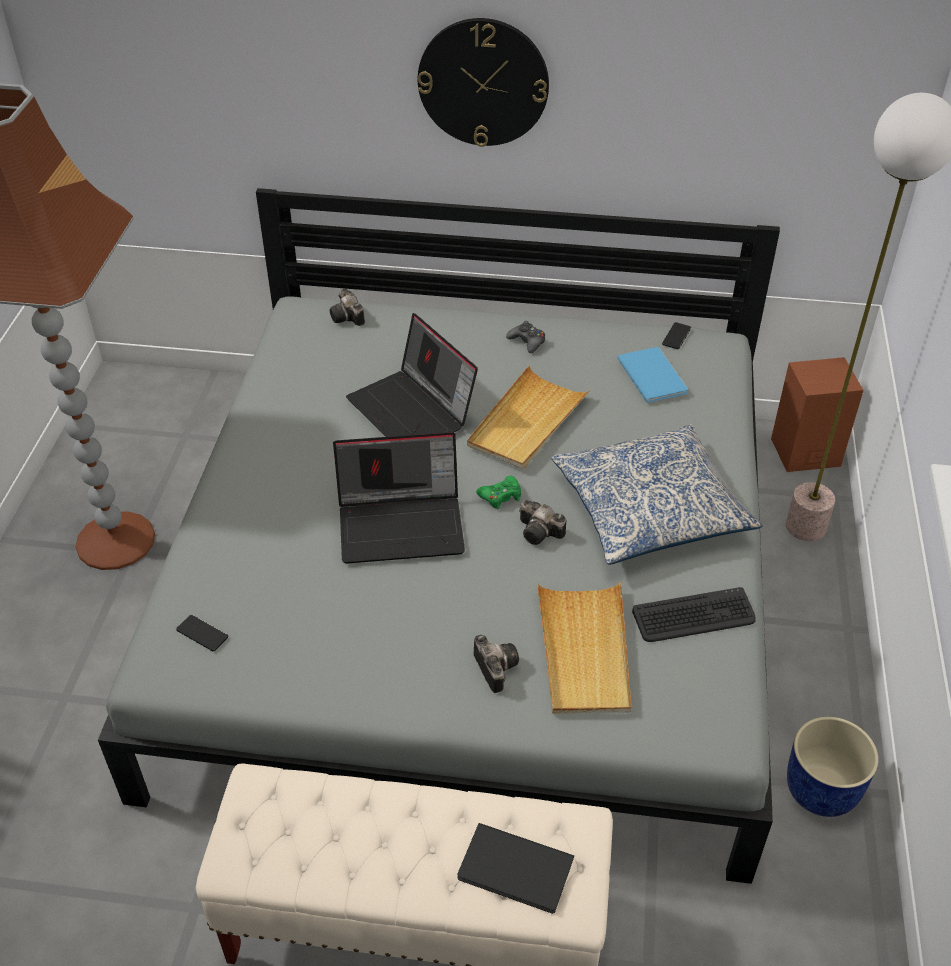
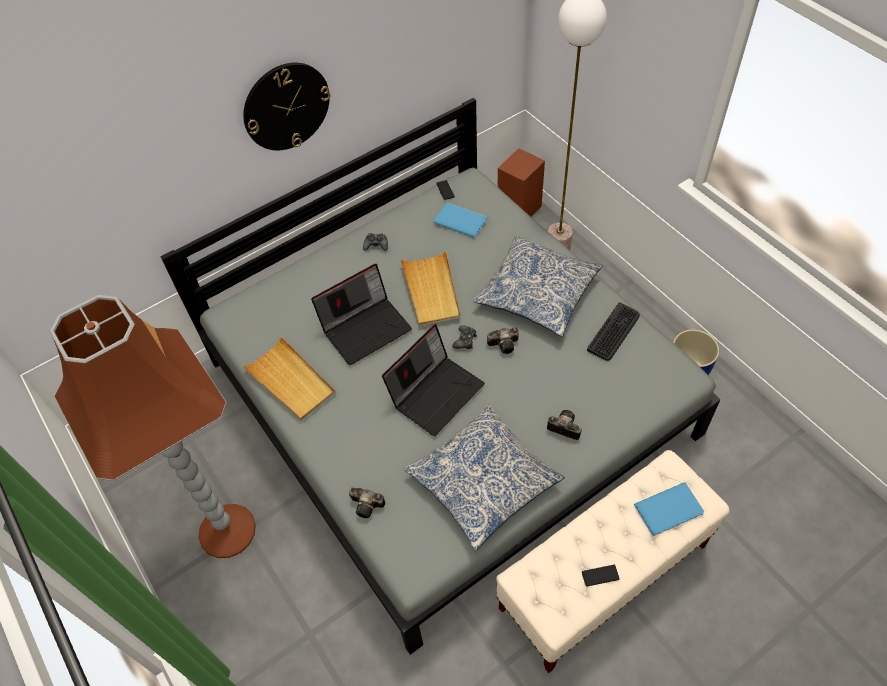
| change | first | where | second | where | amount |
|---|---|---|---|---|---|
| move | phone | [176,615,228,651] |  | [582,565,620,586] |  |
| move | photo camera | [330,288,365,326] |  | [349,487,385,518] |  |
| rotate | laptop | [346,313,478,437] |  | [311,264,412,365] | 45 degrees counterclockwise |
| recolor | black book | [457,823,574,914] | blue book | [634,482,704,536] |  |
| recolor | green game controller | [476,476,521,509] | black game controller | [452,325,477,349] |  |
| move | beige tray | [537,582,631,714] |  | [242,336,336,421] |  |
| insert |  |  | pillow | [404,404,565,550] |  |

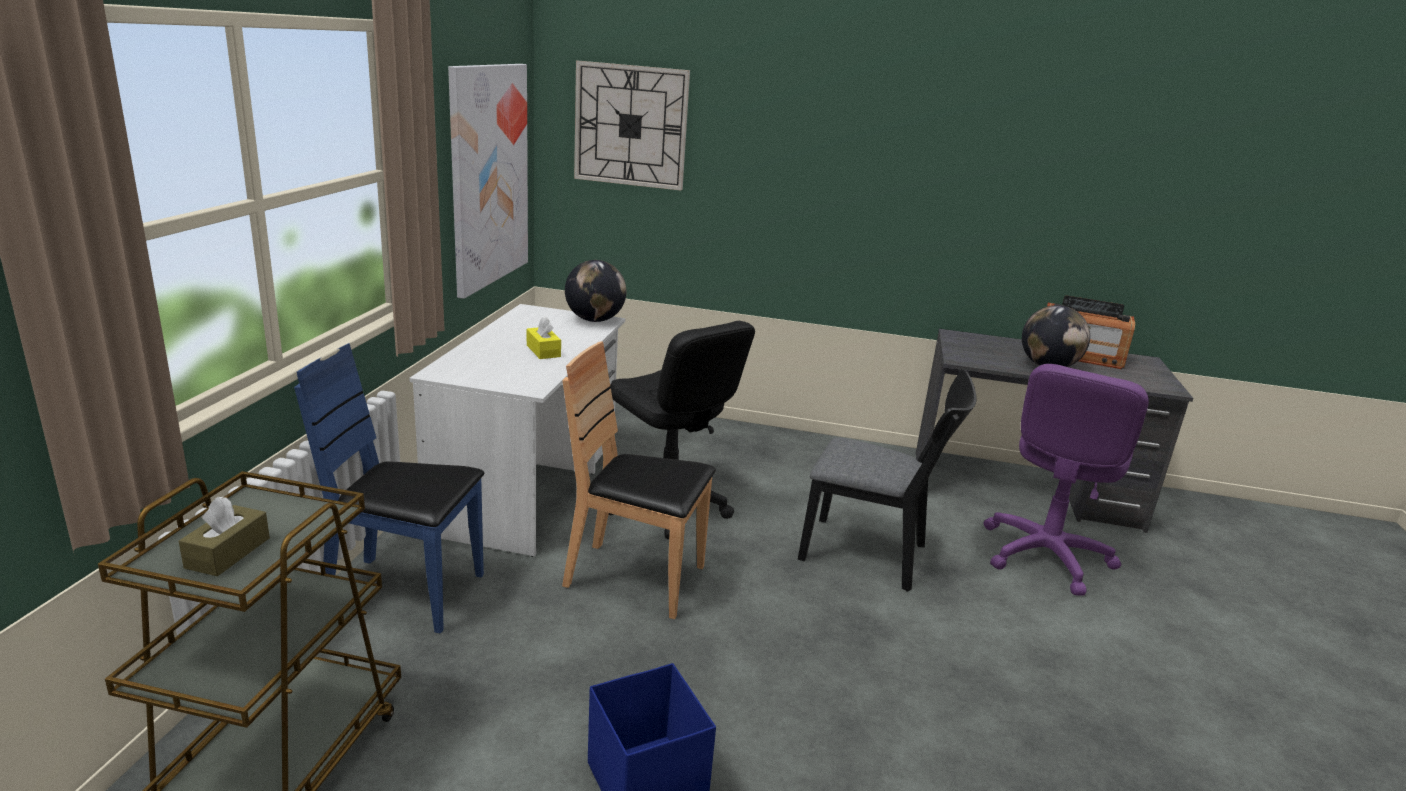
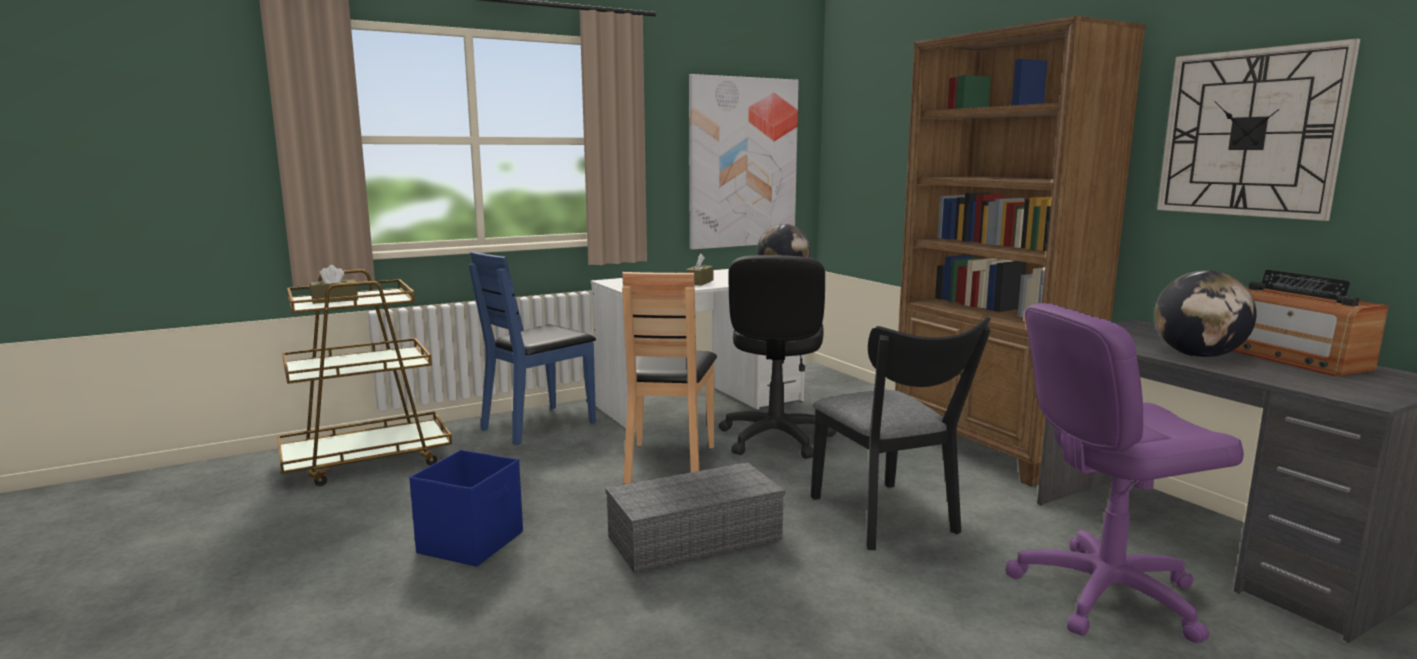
| change | first | where | second | where | amount |
|---|---|---|---|---|---|
| rotate | blue chair | [294,343,484,634] |  | [468,252,596,445] | 105 degrees counterclockwise |
| recolor | yellow tissue box | [527,317,561,359] | brown tissue box | [685,254,714,286] |  |
| rotate | brown chair | [562,341,716,619] |  | [622,272,717,484] | 150 degrees counterclockwise |
| move | wall clock | [574,61,690,191] |  | [1157,38,1360,221] |  |
| insert |  |  | grey storage box | [605,462,785,574] |  |
| insert |  |  | brown bookcase | [895,16,1146,487] |  |

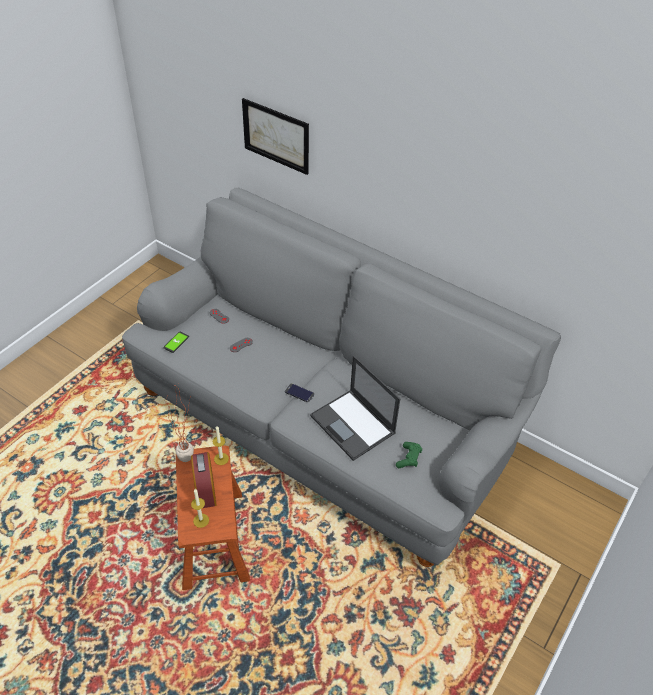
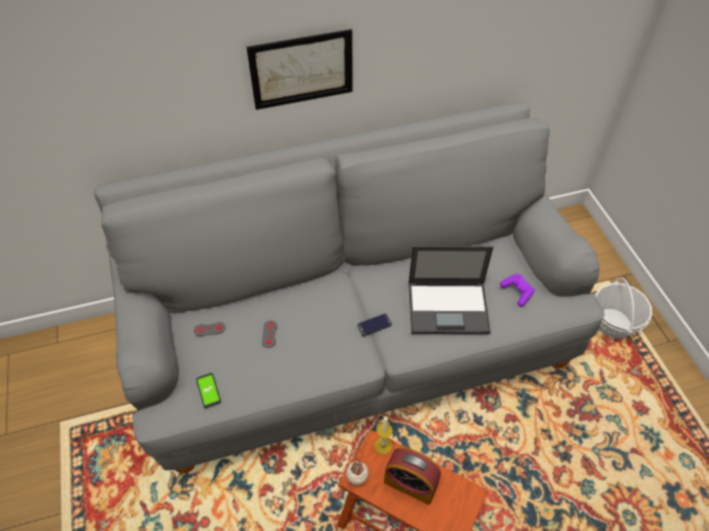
| change | first | where | second | where | amount |
|---|---|---|---|---|---|
| delete | candle | [191,489,209,528] |  |  |  |
| move | picture | [242,98,309,175] |  | [246,29,352,110] |  |
| recolor | green game controller | [396,442,422,468] | purple game controller | [500,274,535,307] |  |
| insert |  |  | basket | [595,278,652,339] |  |

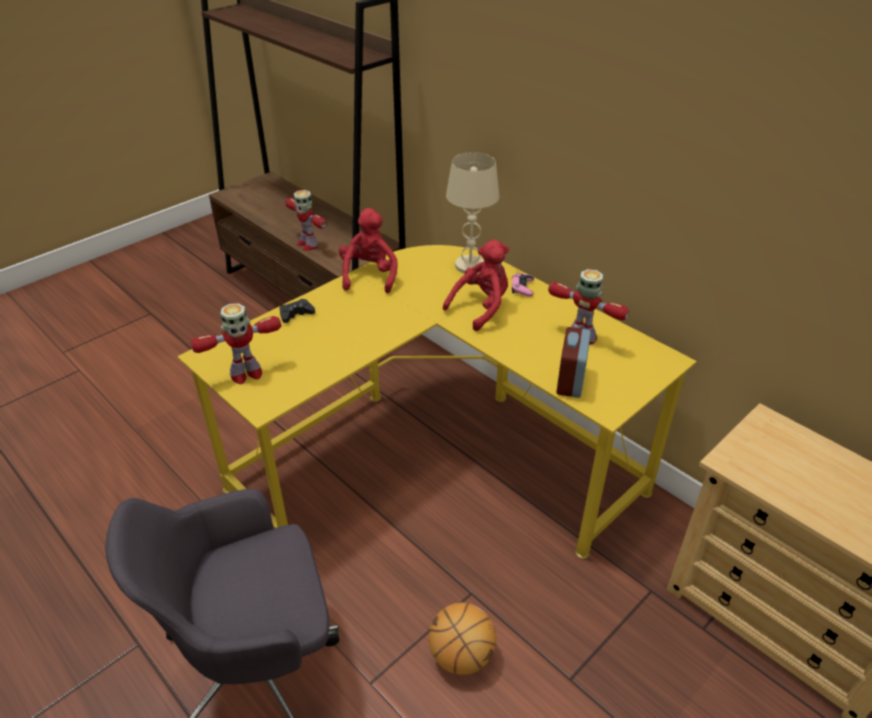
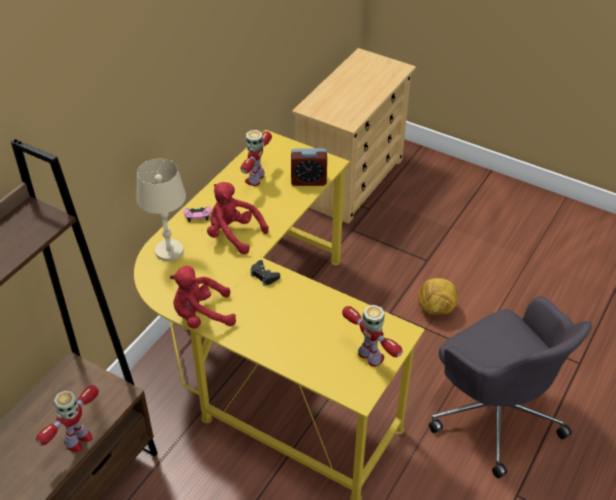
| change | first | where | second | where | amount |
|---|---|---|---|---|---|
| move | black game controller | [279,299,315,323] |  | [250,260,280,286] |  |
| replace | basketball | [429,603,496,675] | football | [418,277,458,315] |  |

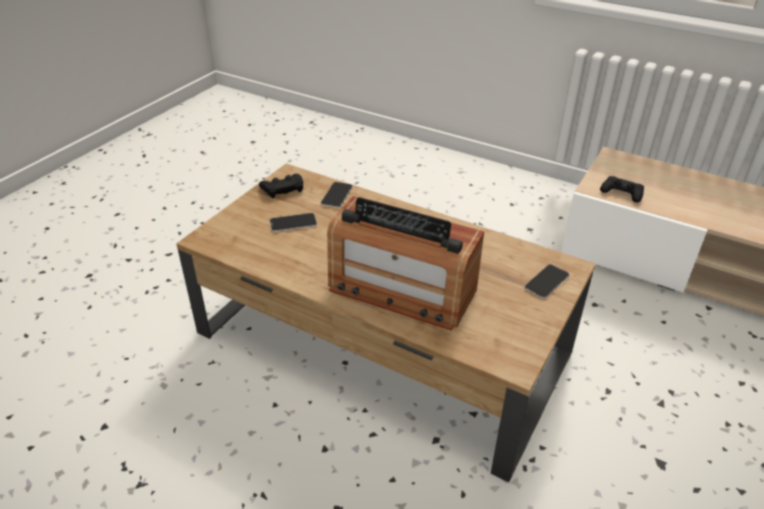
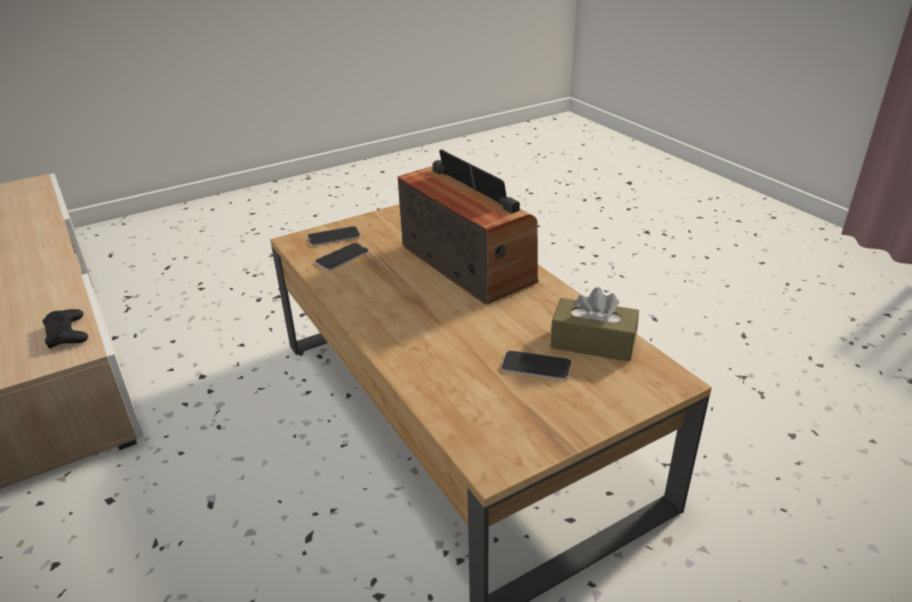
| change | first | where | second | where | amount |
|---|---|---|---|---|---|
| delete | black game controller | [259,174,303,198] |  |  |  |
| move | phone | [321,182,353,208] |  | [315,243,369,271] |  |
| insert |  |  | brown tissue box | [550,287,639,362] |  |

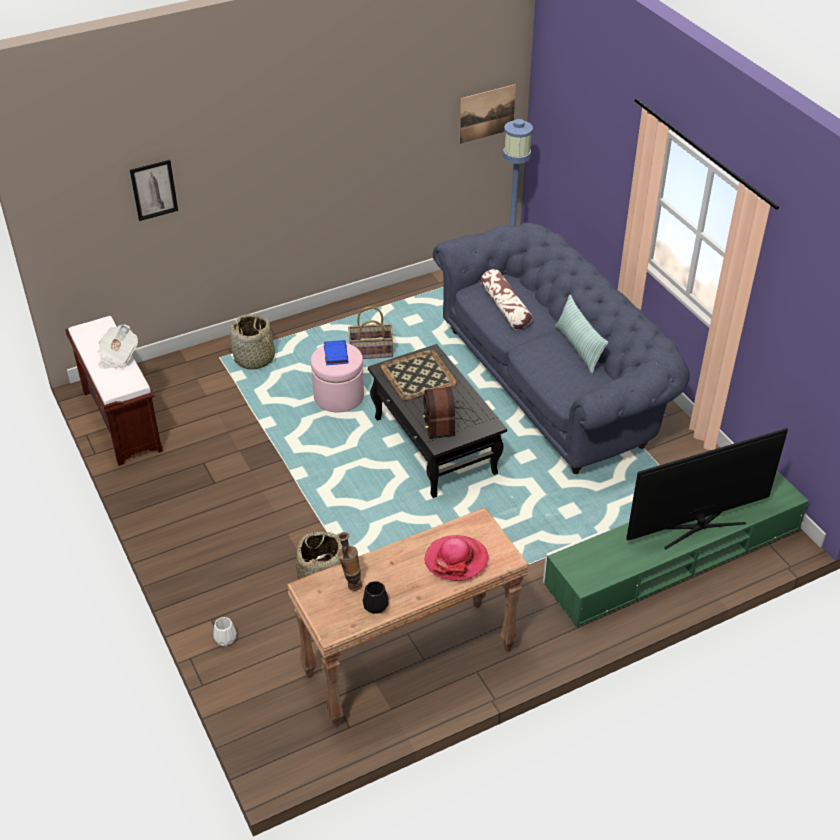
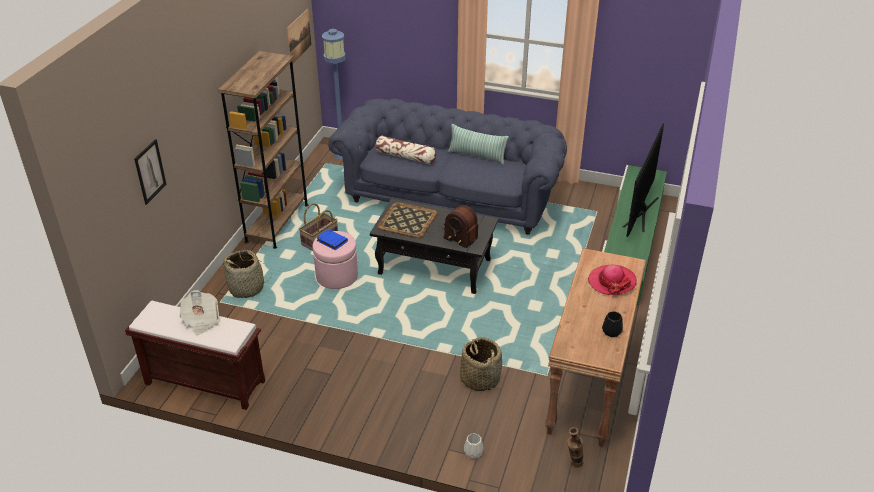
| change | first | where | second | where | amount |
|---|---|---|---|---|---|
| move | vase | [337,532,362,591] |  | [567,427,583,468] |  |
| insert |  |  | brown bookcase | [218,51,308,249] |  |

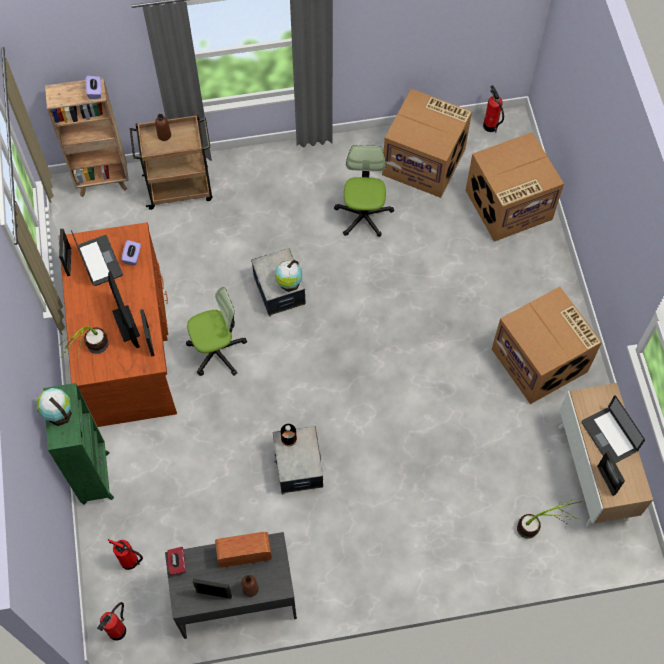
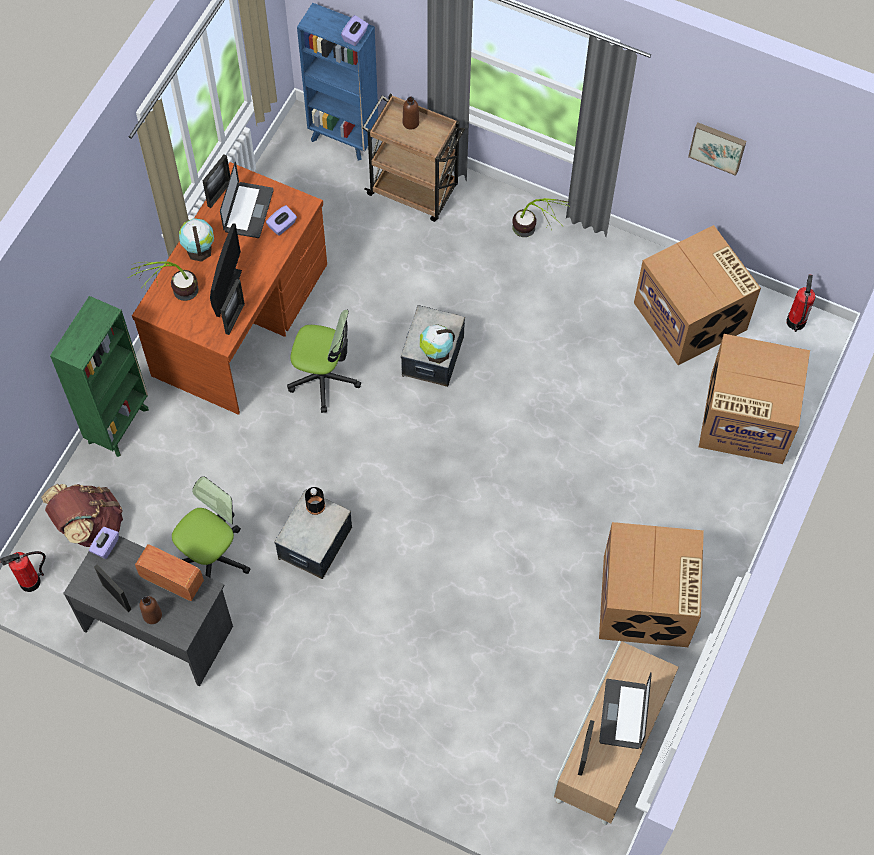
| change | first | where | second | where | amount |
|---|---|---|---|---|---|
| move | globe | [37,388,72,426] |  | [179,218,214,262] |  |
| recolor | brown bookcase | [45,77,129,197] | blue bookcase | [297,3,378,160] |  |
| replace | fire extinguisher | [108,539,143,570] | brown backpack | [41,484,123,547] |  |
| recolor | red tissue box | [167,547,186,575] | purple tissue box | [89,527,119,559] |  |
| move | office chair | [334,145,394,237] |  | [172,476,250,577] |  |
| move | potted plant | [517,499,582,539] |  | [513,198,571,237] |  |
| insert |  |  | picture | [688,122,746,176] |  |

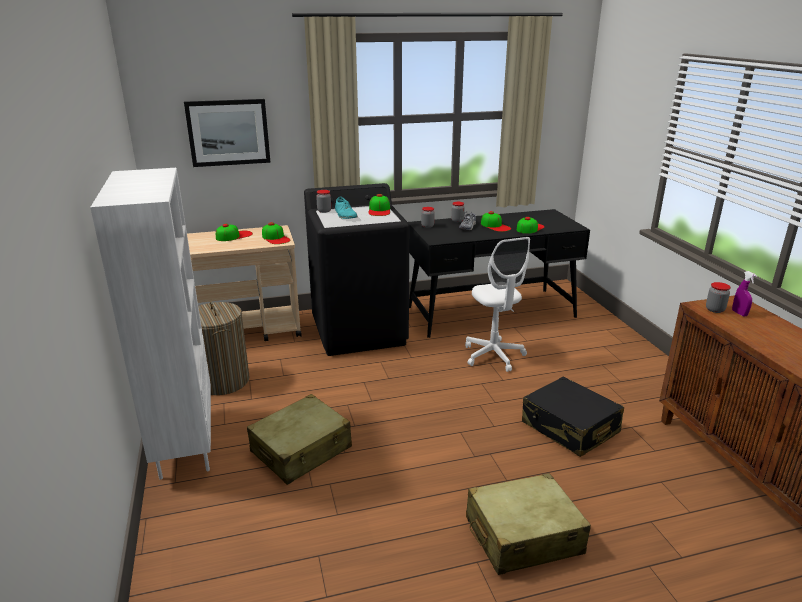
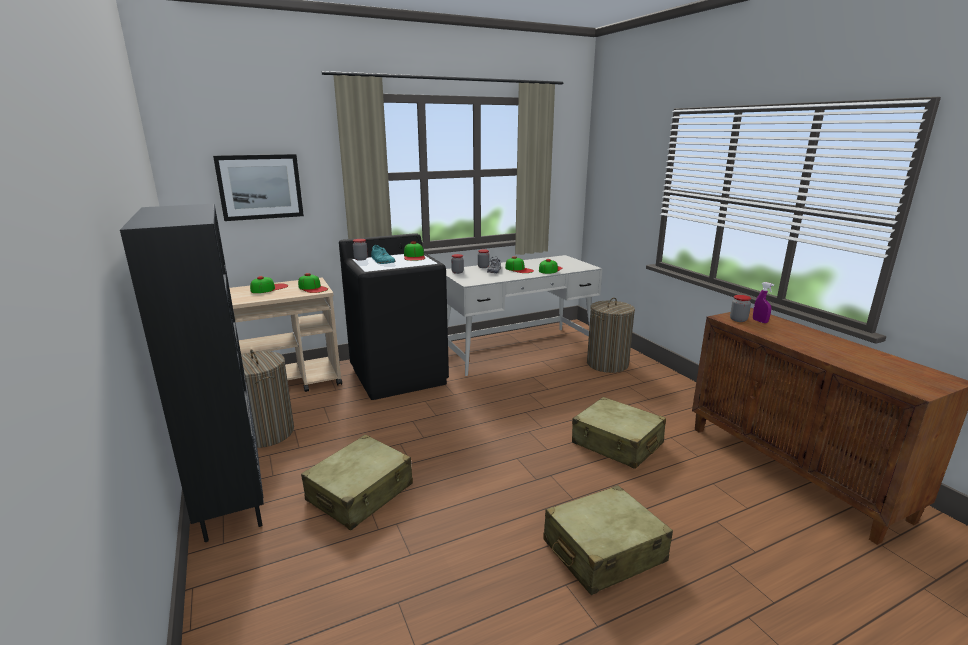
| change | first | where | second | where | amount |
|---|---|---|---|---|---|
| recolor | white bookcase | [90,168,211,480] | black bookcase | [120,204,264,542] |  |
| recolor | black desk | [408,209,590,338] | white desk | [446,255,602,376] |  |
| delete | white office chair | [465,237,530,372] |  |  |  |
| recolor | black suitcase | [522,376,624,457] | beige suitcase | [572,397,666,469] |  |
| insert |  |  | laundry basket | [587,297,635,373] |  |

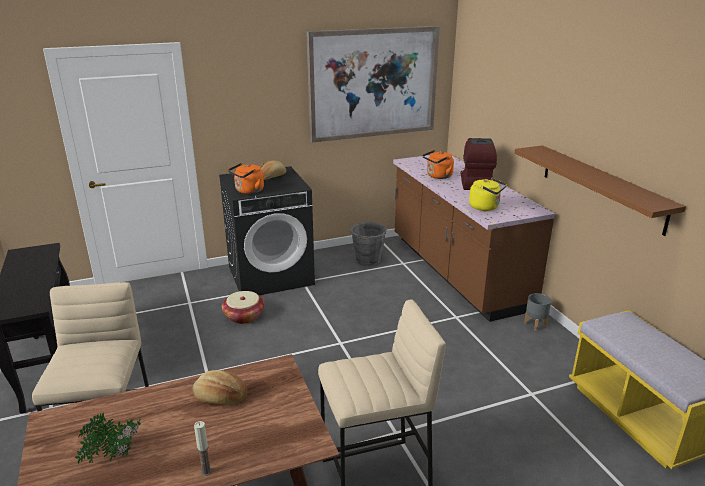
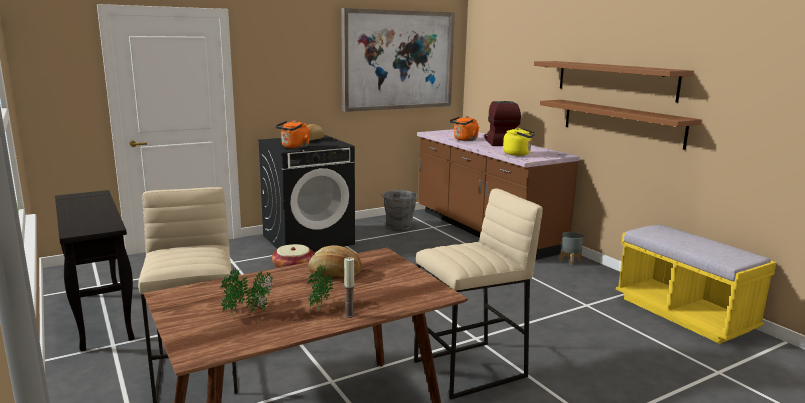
| change | first | where | second | where | amount |
|---|---|---|---|---|---|
| insert |  |  | potted plant | [308,265,334,311] |  |
| insert |  |  | brown shelf | [534,61,694,102] |  |

